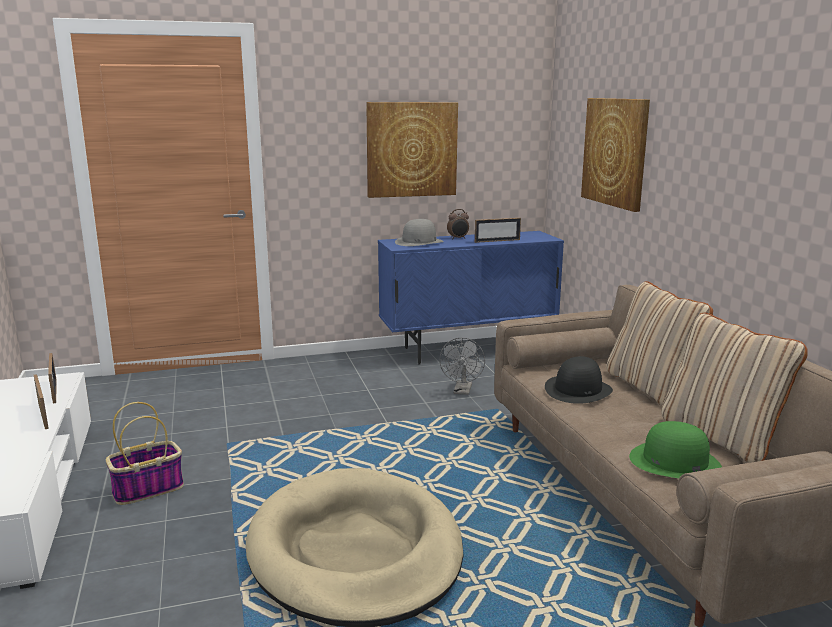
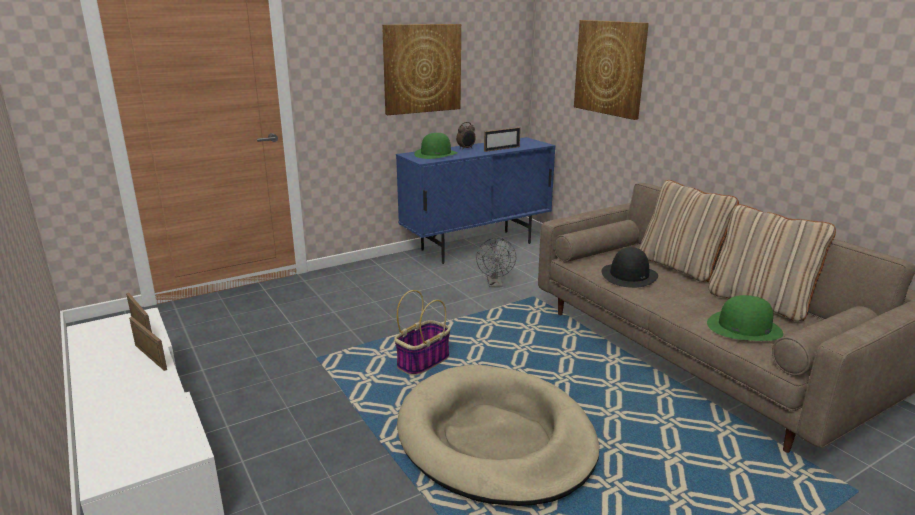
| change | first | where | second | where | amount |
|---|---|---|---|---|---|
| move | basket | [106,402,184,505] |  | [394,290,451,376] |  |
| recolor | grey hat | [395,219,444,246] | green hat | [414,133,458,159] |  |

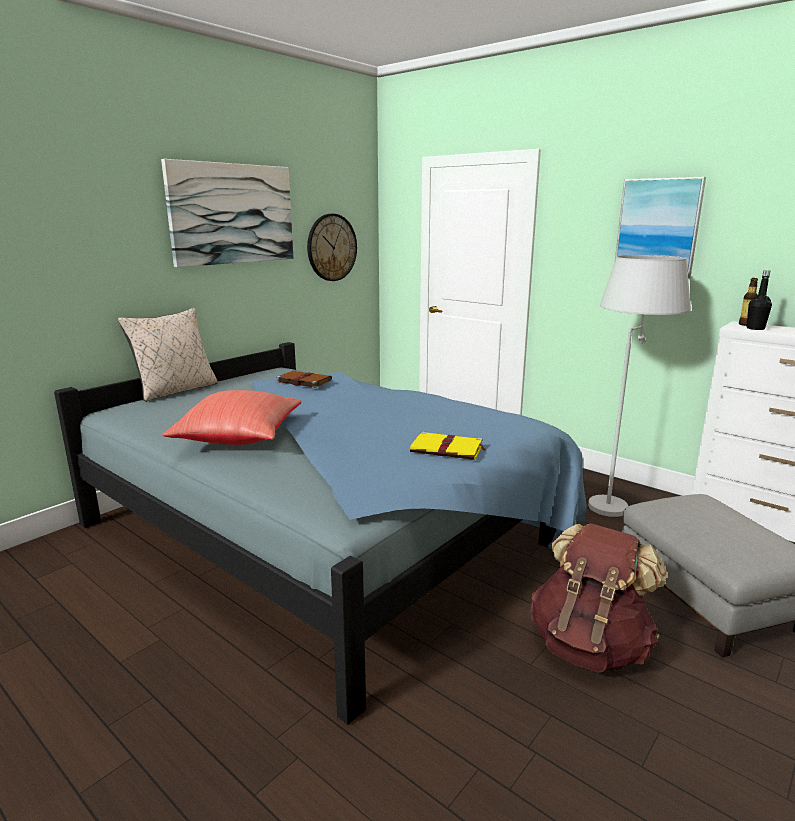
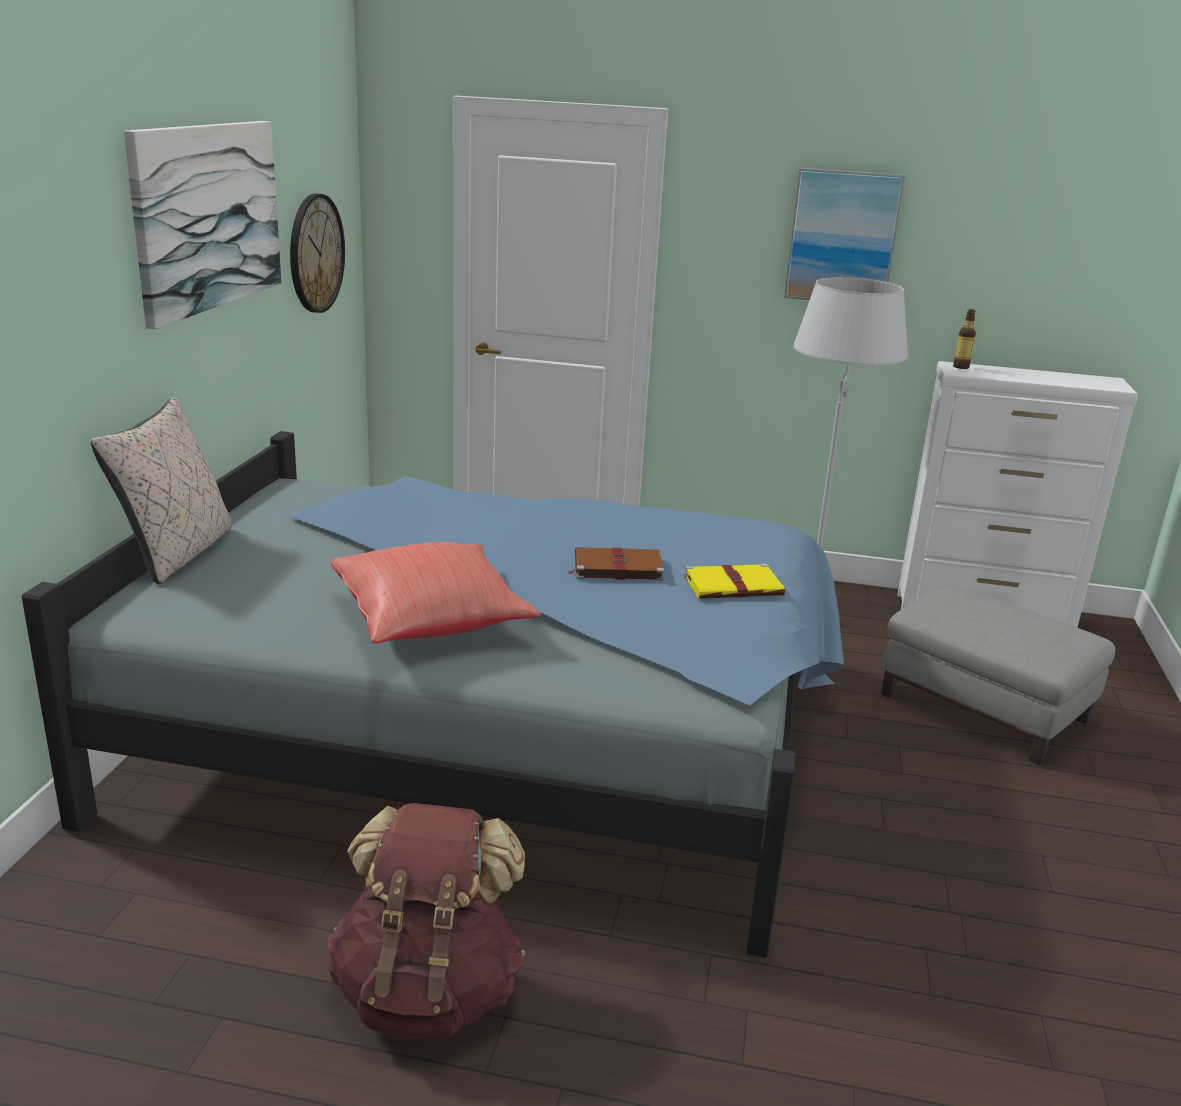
| change | first | where | second | where | amount |
|---|---|---|---|---|---|
| move | brown book | [276,371,332,388] |  | [568,547,664,581] |  |
| move | brown backpack | [530,523,667,672] |  | [328,803,525,1039] |  |
| delete | black bottle | [746,270,772,330] |  |  |  |

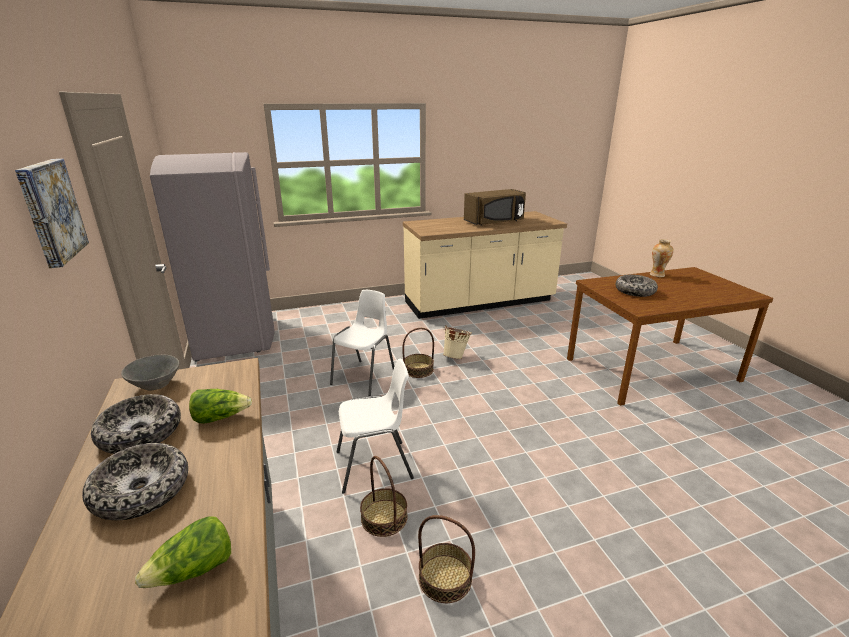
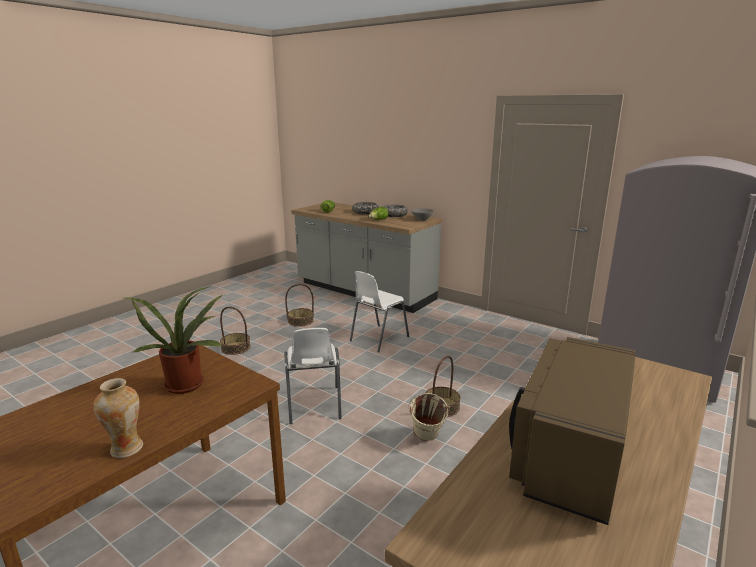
| change | first | where | second | where | amount |
|---|---|---|---|---|---|
| delete | picture | [15,159,89,268] |  |  |  |
| move | white chair | [330,290,394,396] |  | [284,328,342,424] |  |
| move | basket | [360,456,407,537] |  | [220,307,251,355] |  |
| replace | bowl | [616,275,658,297] | potted plant | [125,287,225,394] |  |

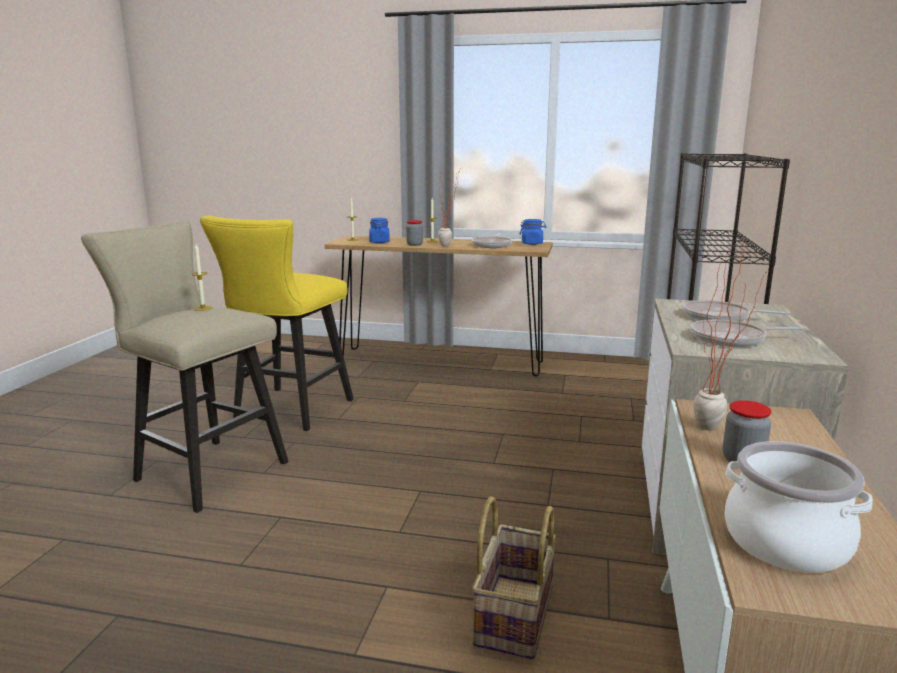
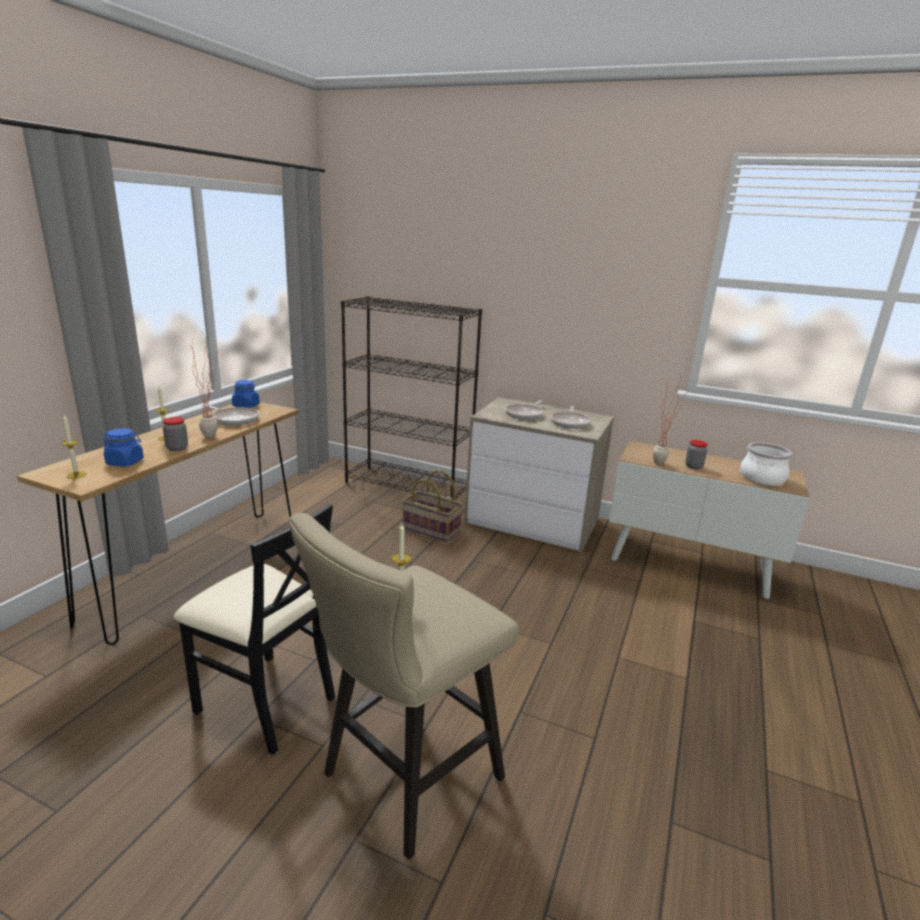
| change | first | where | second | where | amount |
|---|---|---|---|---|---|
| replace | yellow stool | [200,216,354,431] | black chair | [174,504,335,755] |  |
| move | basket | [472,496,557,659] |  | [402,470,463,542] |  |

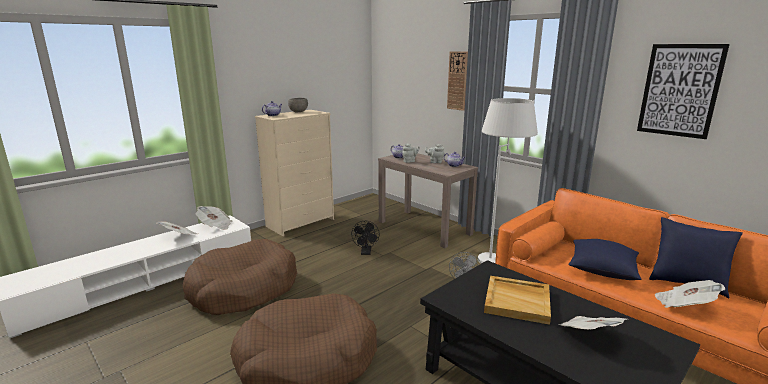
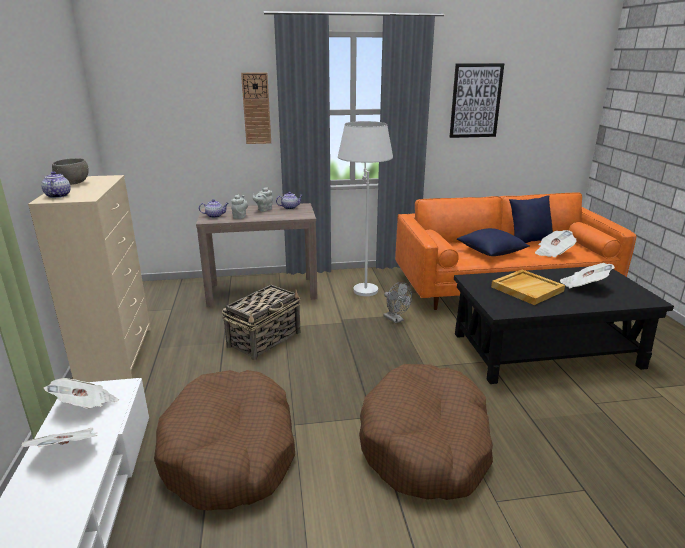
| change | first | where | second | where | amount |
|---|---|---|---|---|---|
| replace | black fan | [351,221,380,255] | basket | [222,285,301,360] |  |

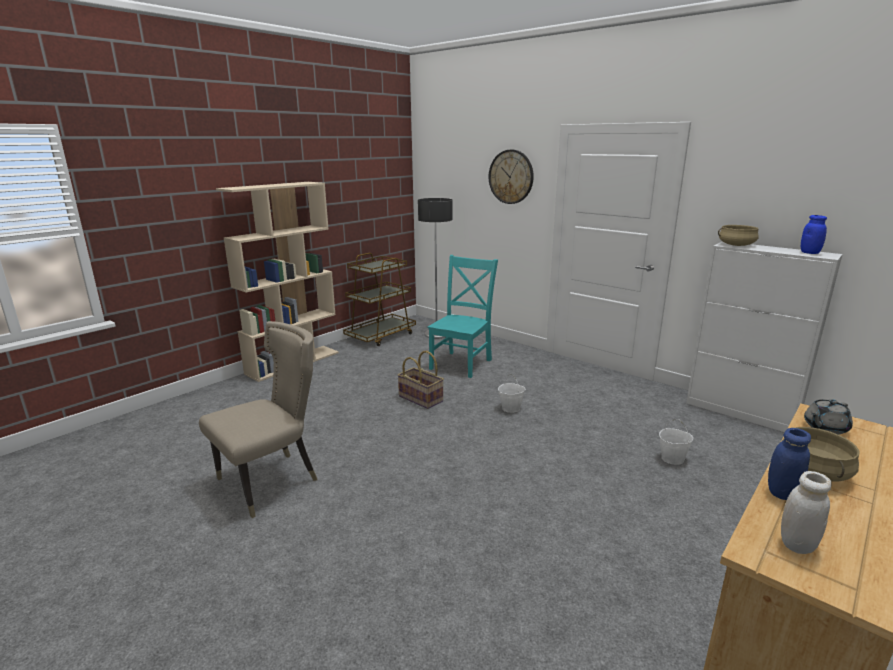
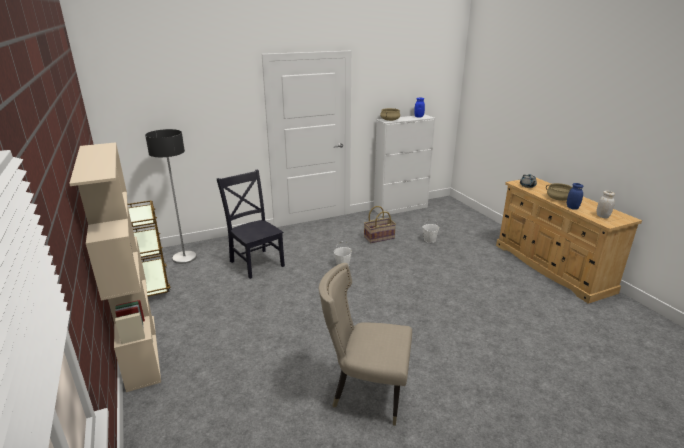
| change | first | where | second | where | amount |
|---|---|---|---|---|---|
| rotate | beige chair | [199,321,317,518] |  | [319,263,412,426] | 60 degrees counterclockwise |
| move | basket | [397,351,444,409] |  | [364,206,396,243] |  |
| recolor | turquoise chair | [428,255,498,378] | black chair | [217,170,285,279] |  |
| delete | wall clock | [489,150,534,204] |  |  |  |

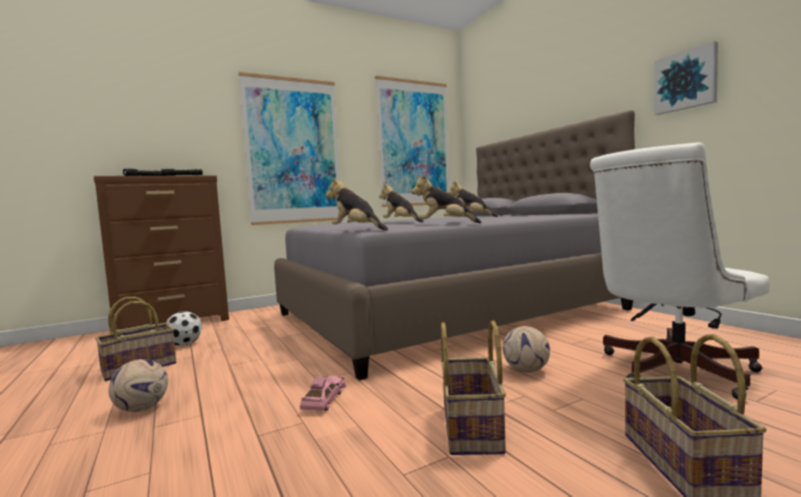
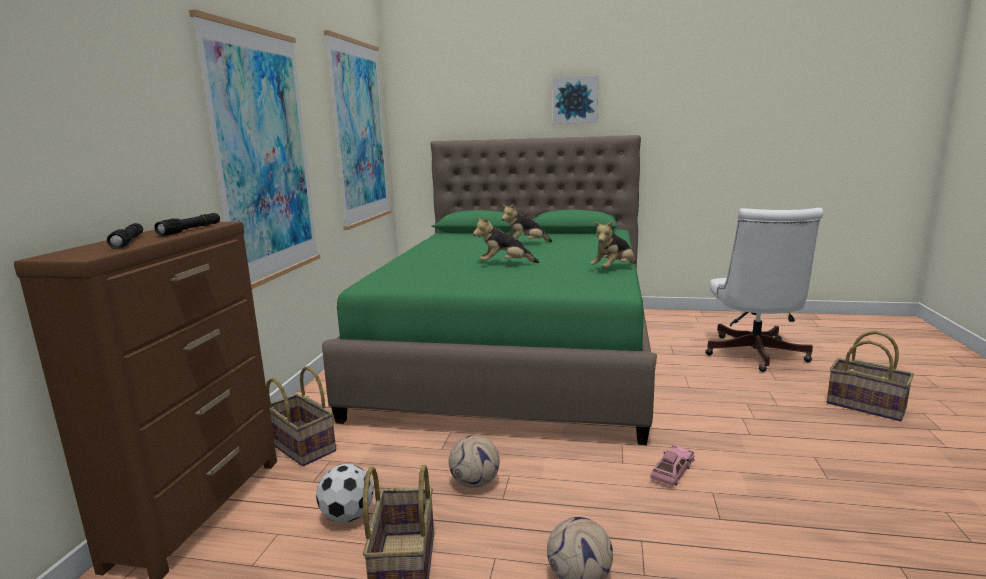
| change | first | where | second | where | amount |
|---|---|---|---|---|---|
| recolor | grey bed | [274,110,635,380] | green bed | [322,135,657,445] |  |
| rotate | pink toy car | [300,376,346,411] |  | [651,445,695,486] | 75 degrees clockwise |
| delete | plush toy | [326,177,388,231] |  |  |  |
| move | basket | [441,320,506,455] |  | [266,366,336,466] |  |
| move | football | [503,326,550,372] |  | [448,435,500,488] |  |
| move | picture | [654,41,718,115] |  | [553,75,598,124] |  |

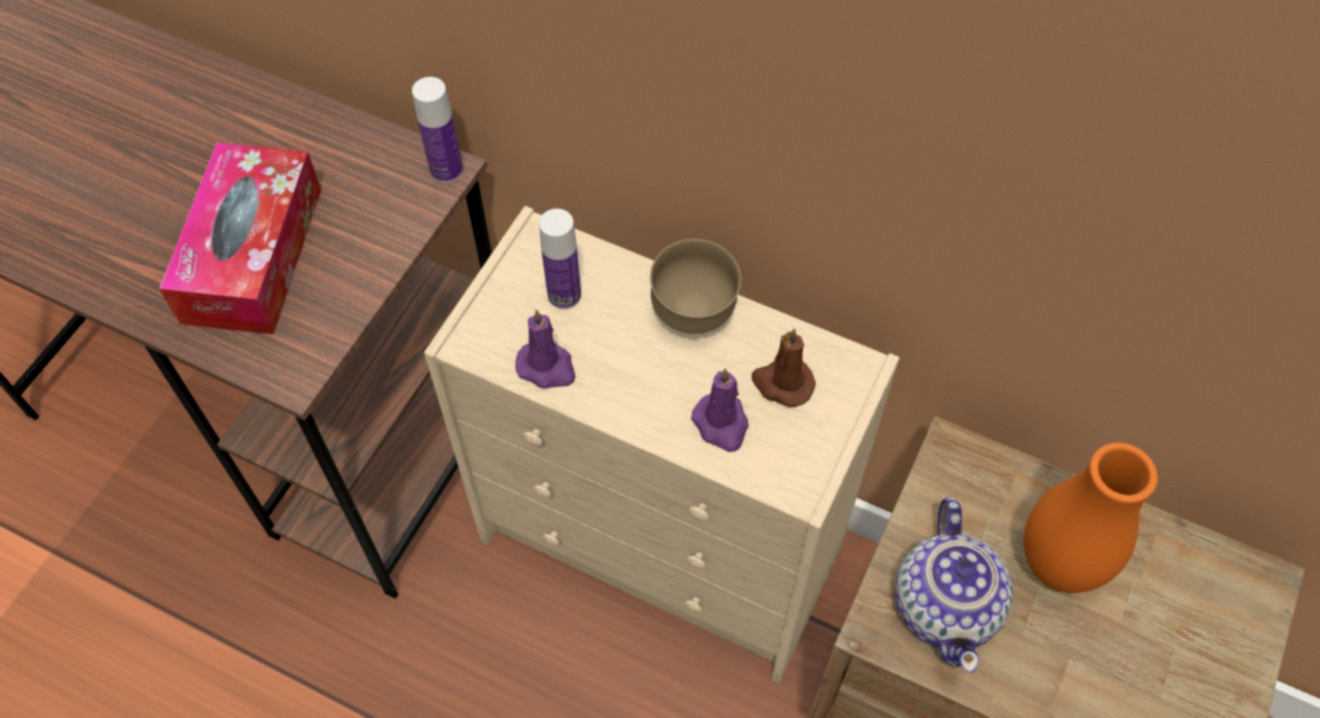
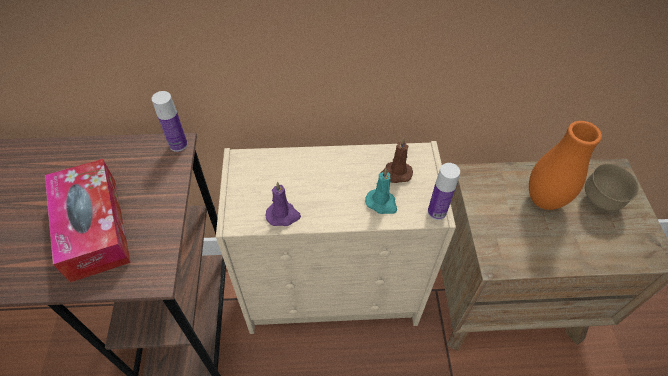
| change | first | where | second | where | amount |
|---|---|---|---|---|---|
| move | bottle | [539,209,581,309] |  | [428,163,460,220] |  |
| move | brown bowl | [650,239,741,334] |  | [585,164,639,211] |  |
| recolor | purple candle | [691,368,749,452] | turquoise candle | [365,169,397,214] |  |
| delete | teapot | [895,498,1013,673] |  |  |  |

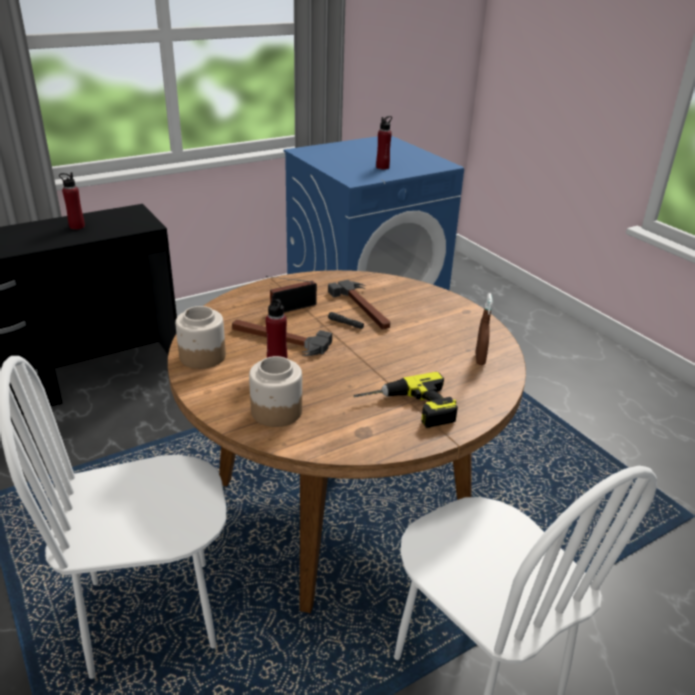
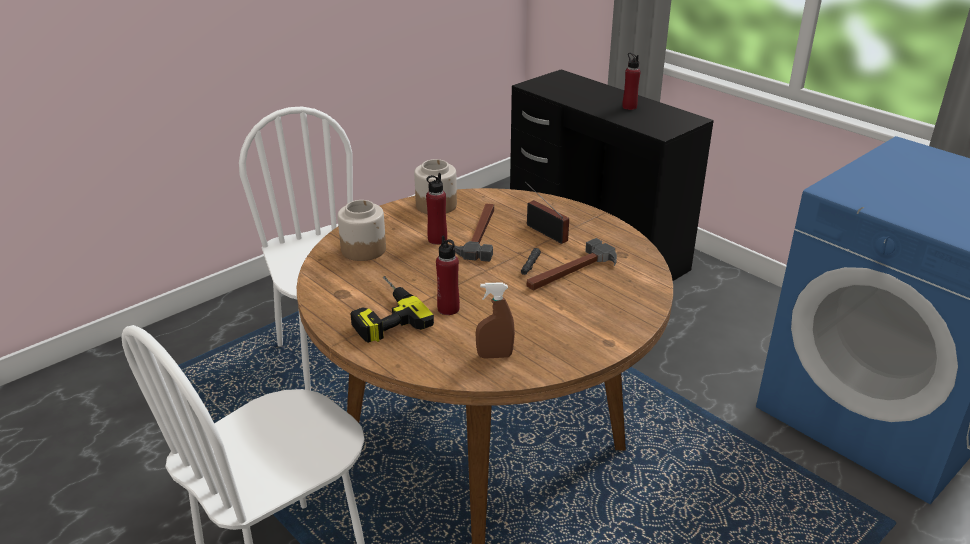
| change | first | where | second | where | amount |
|---|---|---|---|---|---|
| move | red bottle | [376,116,392,170] |  | [436,235,460,315] |  |

